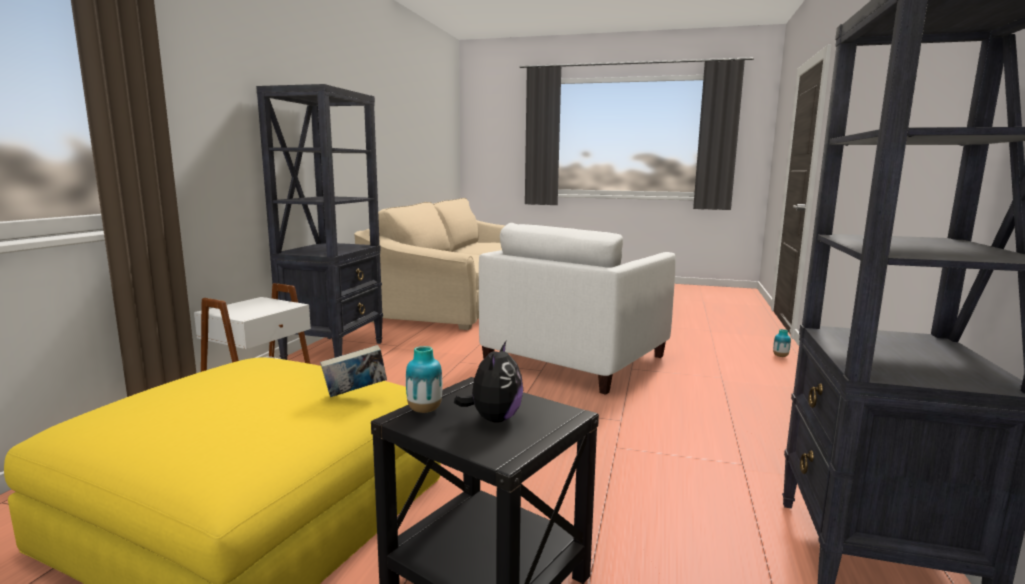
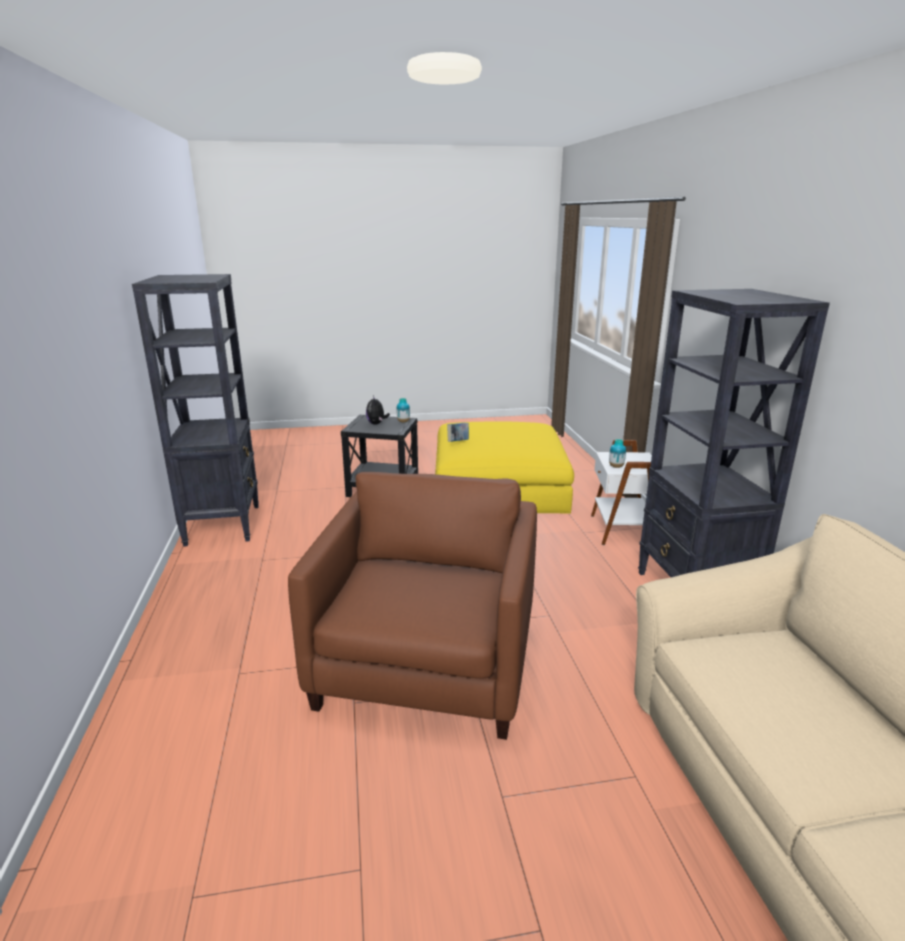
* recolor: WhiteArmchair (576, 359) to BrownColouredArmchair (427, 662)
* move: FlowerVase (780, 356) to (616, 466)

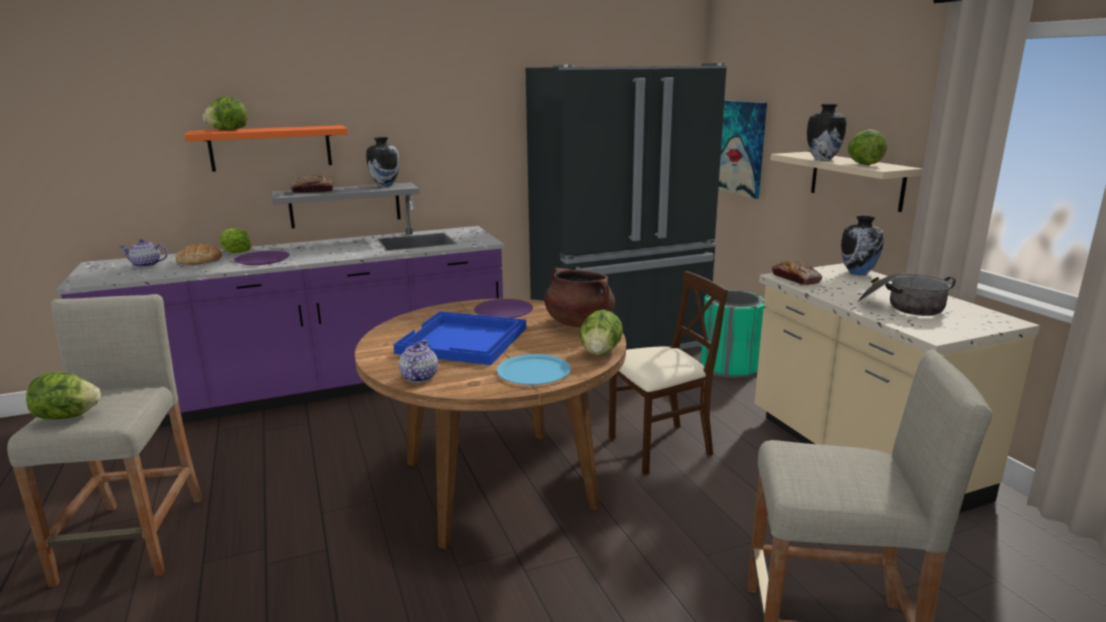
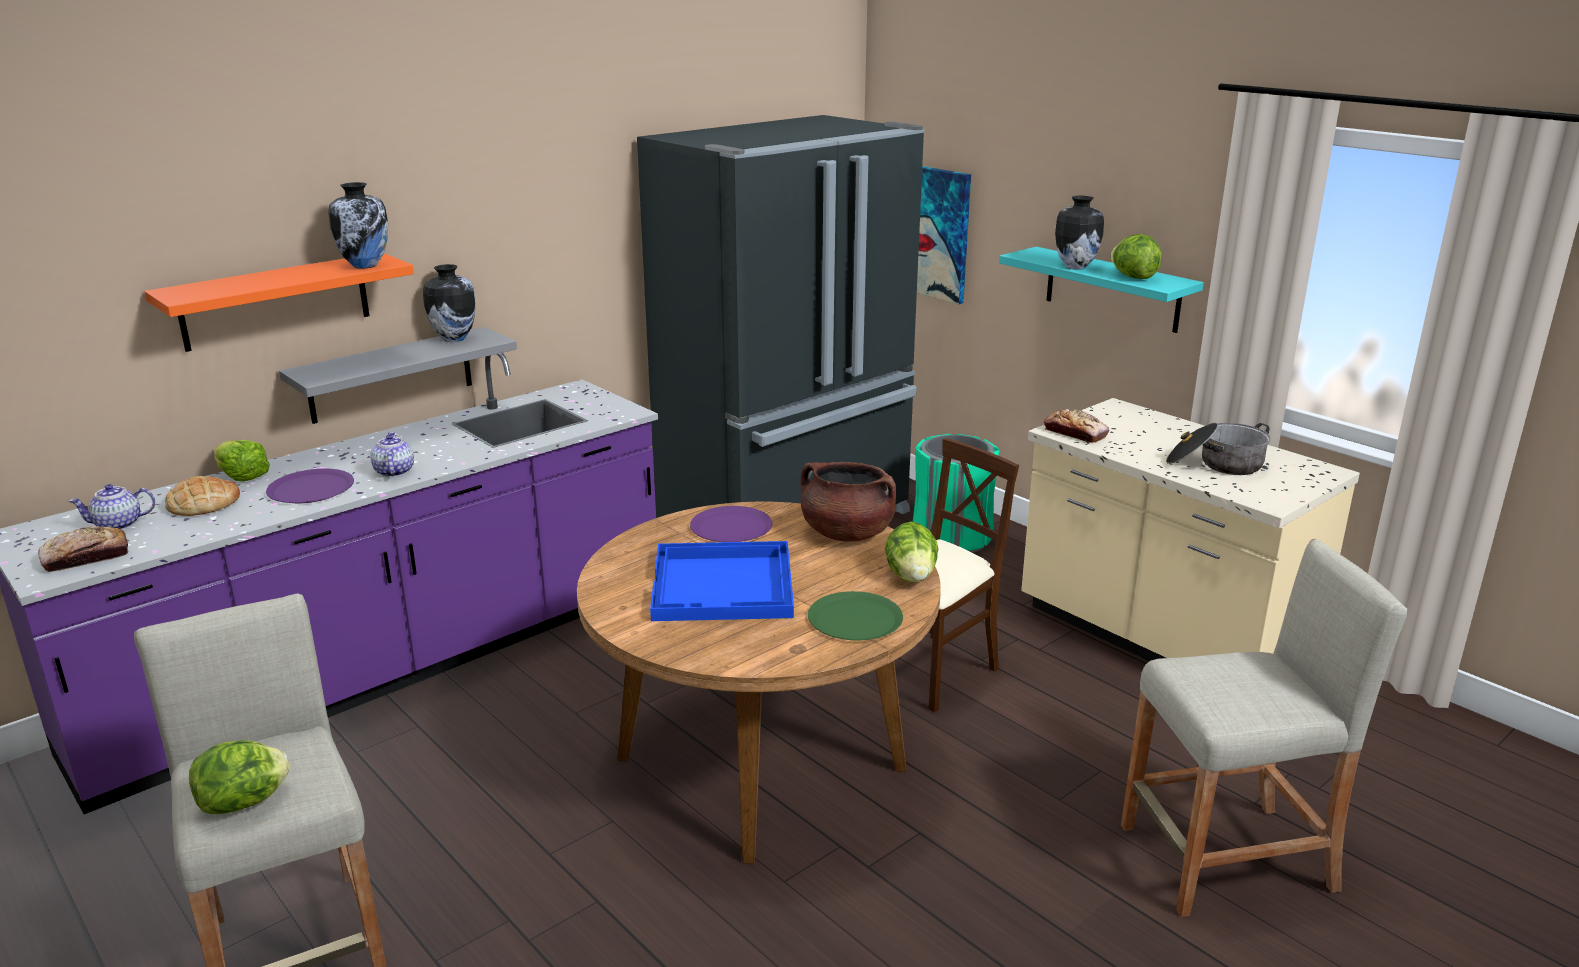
* delete: LettuceHead (228, 130)
* move: BakeryBread (313, 191) to (86, 557)
* move: PotForTea (418, 377) to (393, 472)
* recolor: BluishPlate (533, 371) to GreenColouredPlate (854, 618)
* recolor: BeigeWallShelf (856, 180) to TurquoiseWallShelf (1112, 289)
* move: FlowerVase (858, 273) to (366, 265)

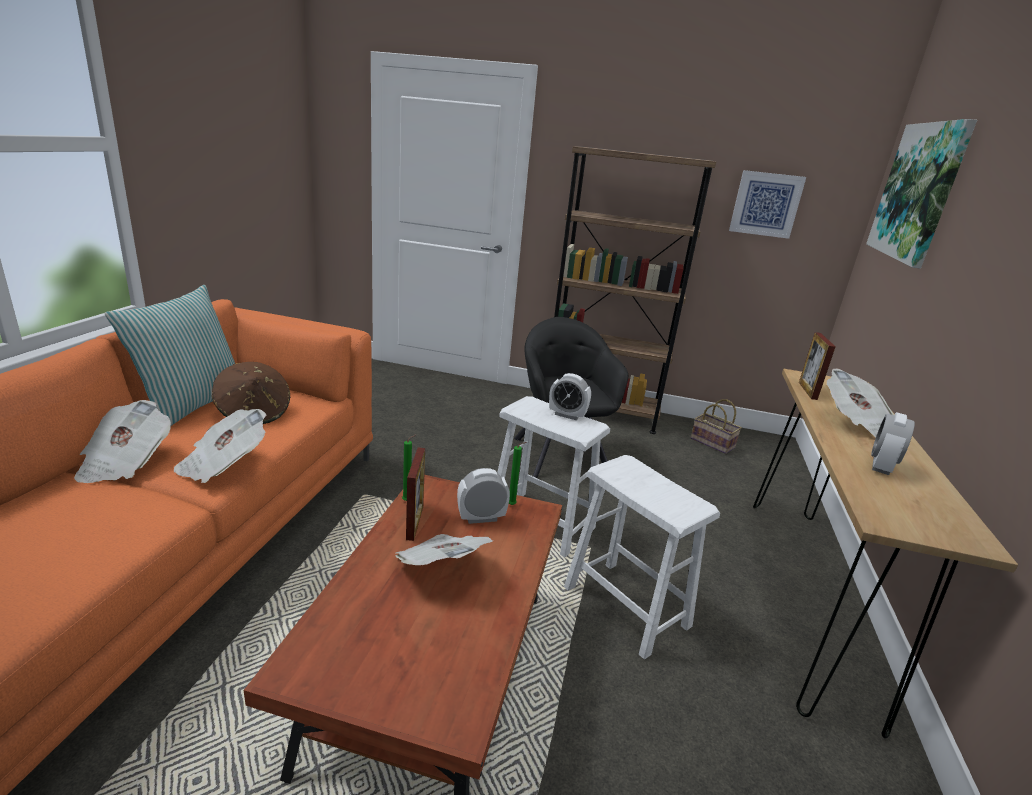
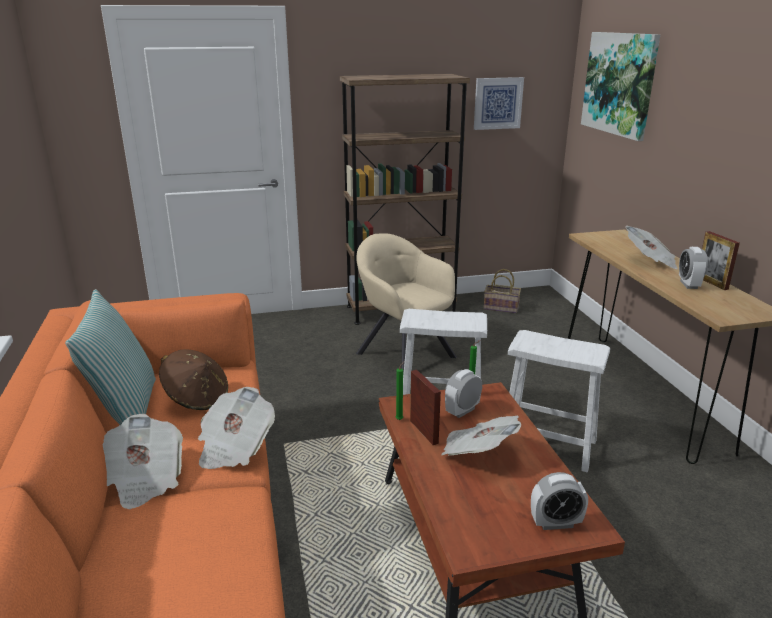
* recolor: BlackColouredArmchair (559, 453) to BeigeArmchair (403, 353)
* move: BedsideClock (567, 415) to (555, 523)
* move: StandingFrame (807, 391) to (711, 283)

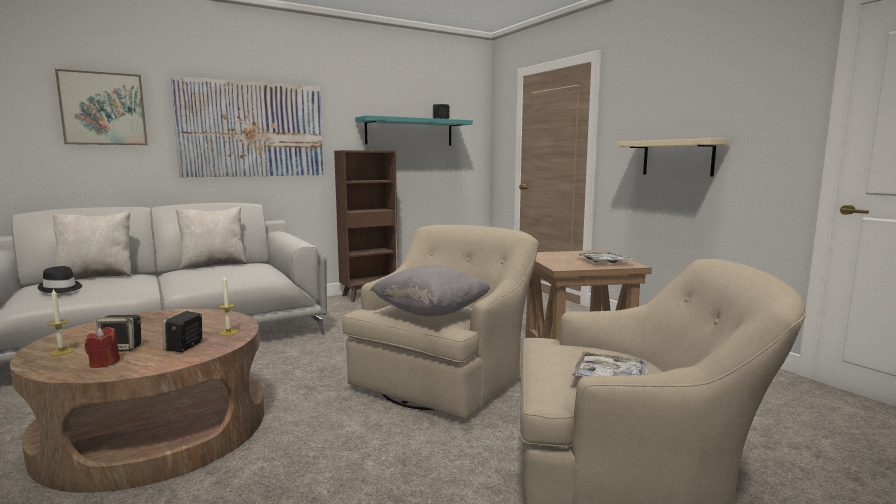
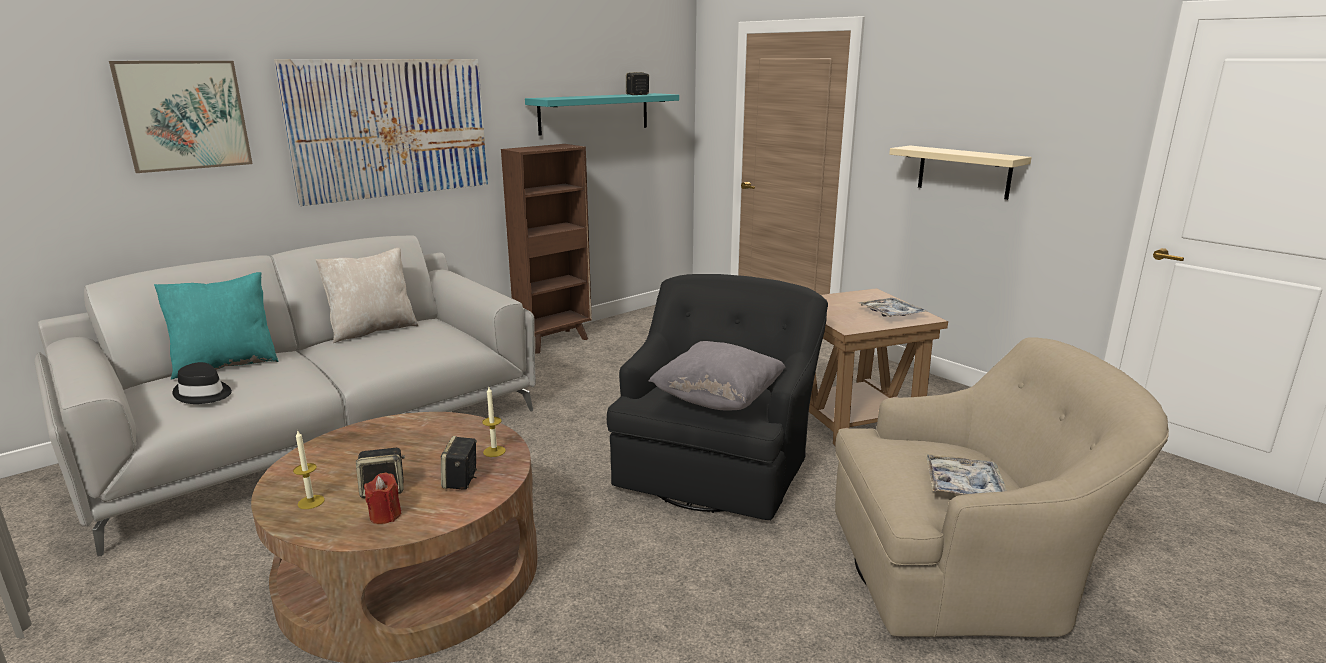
* recolor: BeigePillow (96, 276) to TurquoisePillow (226, 365)
* recolor: BeigeArmchair (445, 378) to BlackColouredArmchair (717, 464)

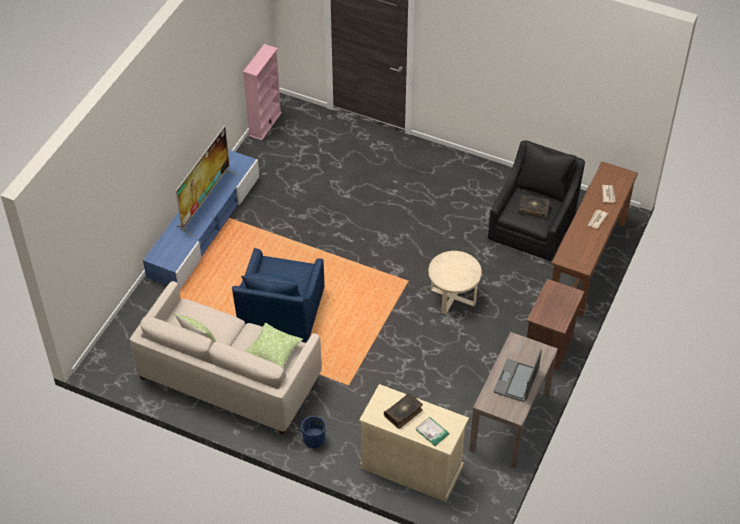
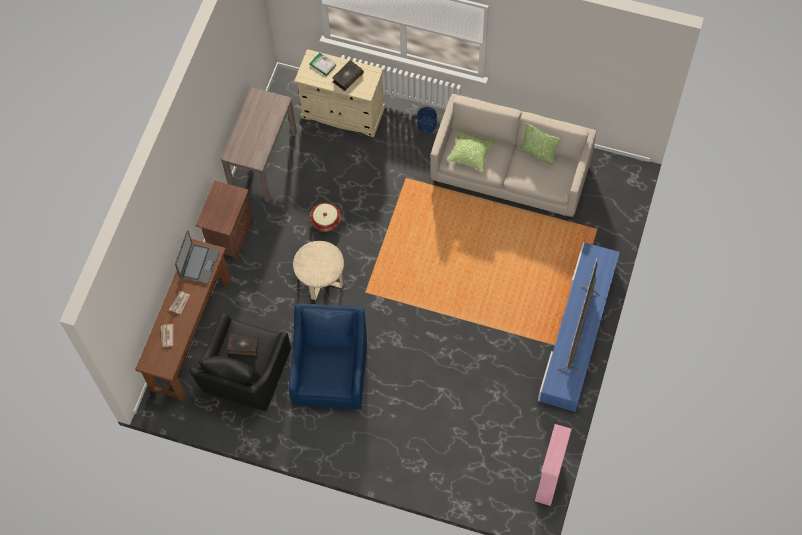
* move: BluishArmchair (280, 313) to (331, 371)
* move: PortableComputer (516, 381) to (199, 264)
* insert: StorageBasket (326, 221)

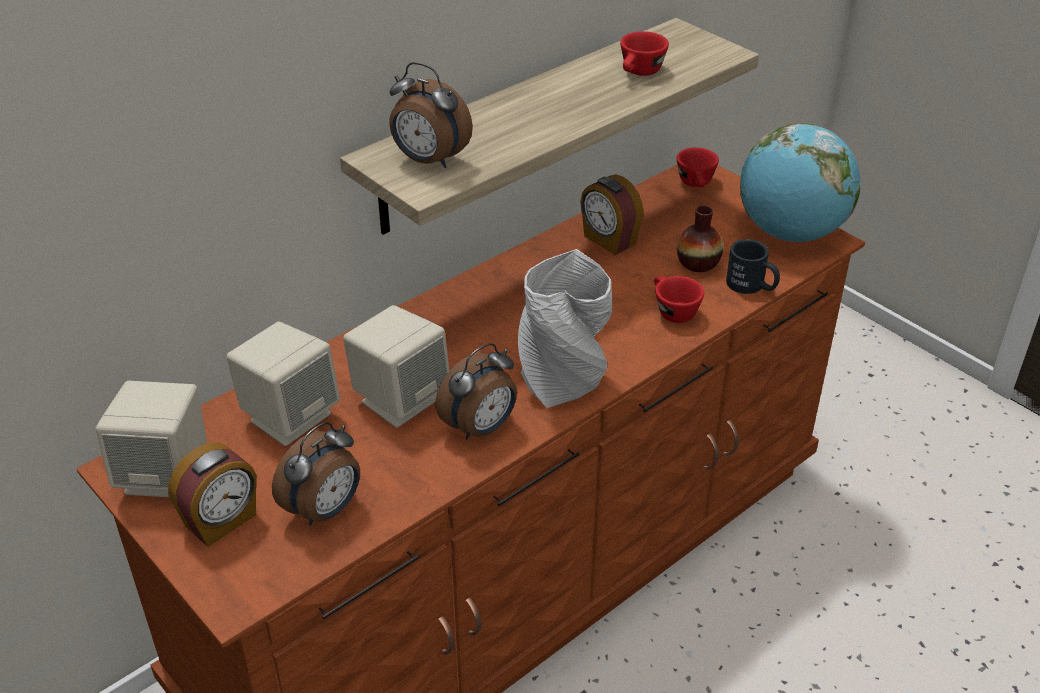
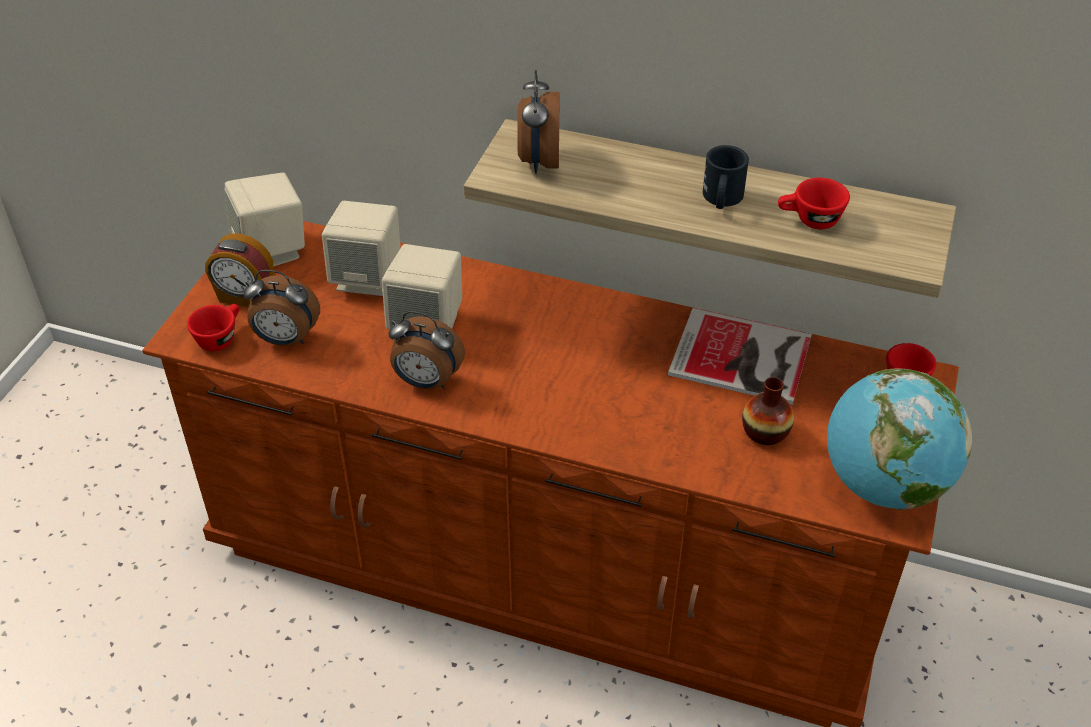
* delete: GreyishFlowerVase (564, 381)
* replace: BedsideClock (609, 240) to Book (743, 358)
* move: RedCup (672, 311) to (220, 337)
* move: BlackColouredTeaMug (752, 286) to (721, 199)

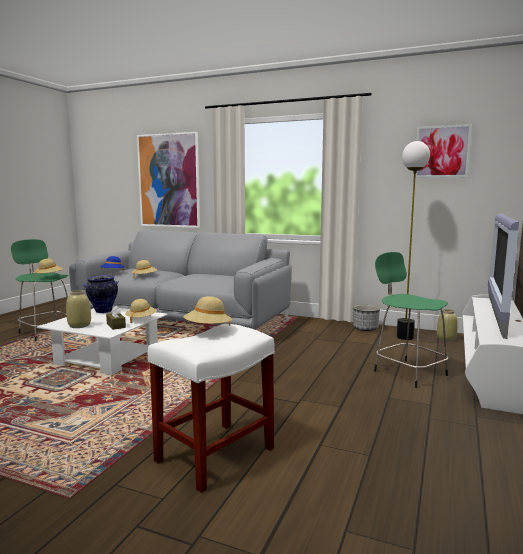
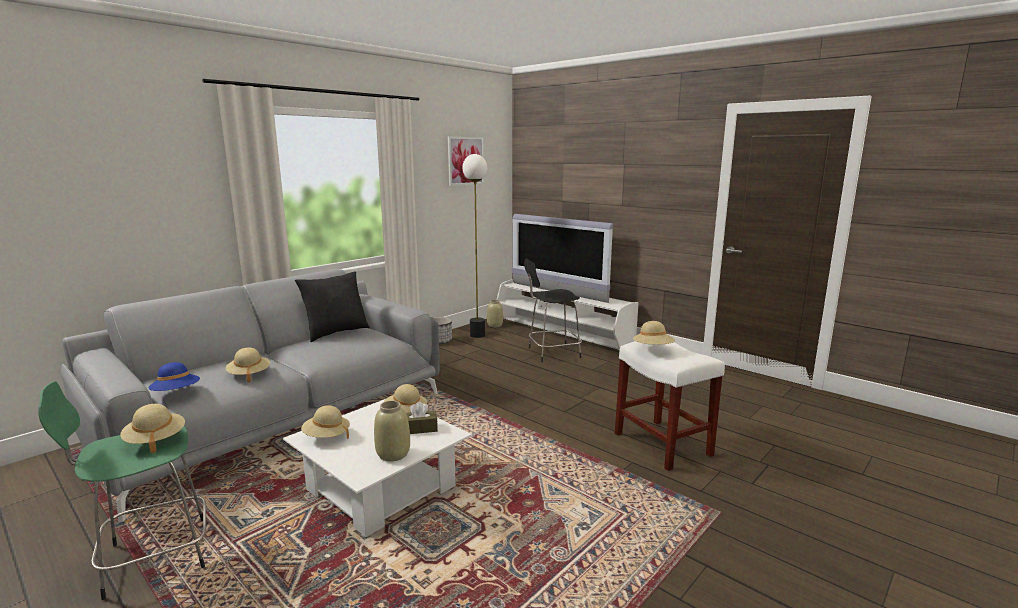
* replace: FlowerVase (103, 311) to BeigeHat (326, 436)
* delete: WallArt (169, 180)
* recolor: GreenColouredStool (408, 372) to BlackColouredStool (552, 353)
* insert: BlackColouredPillow (336, 333)

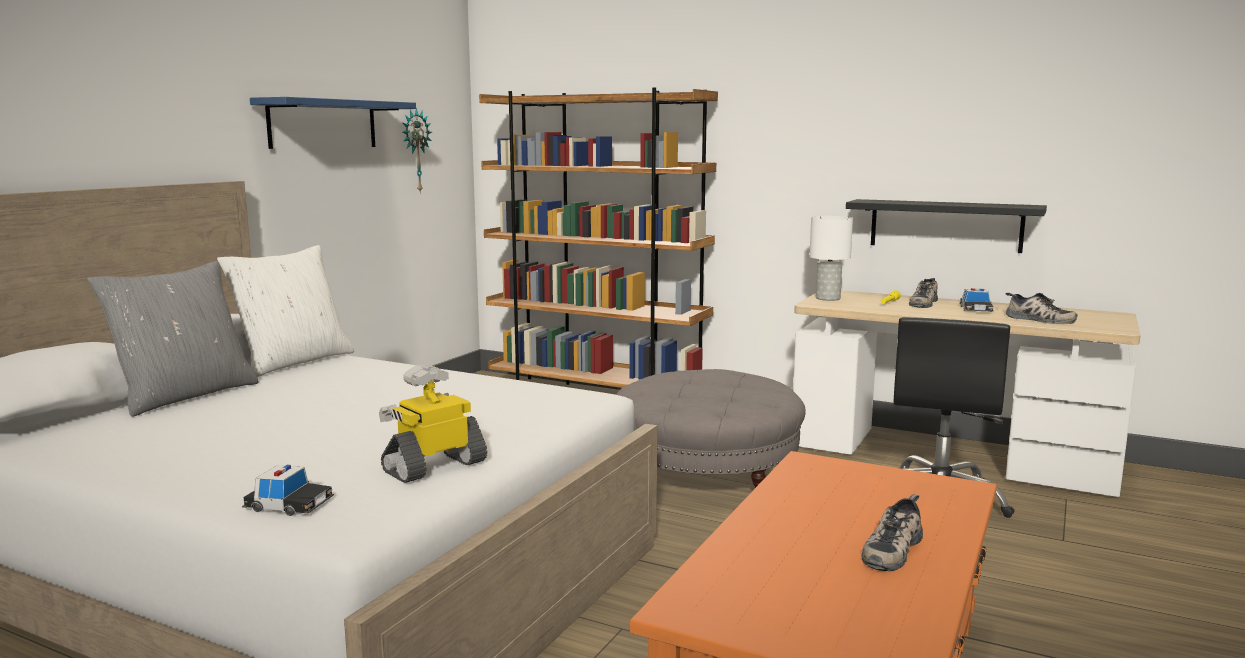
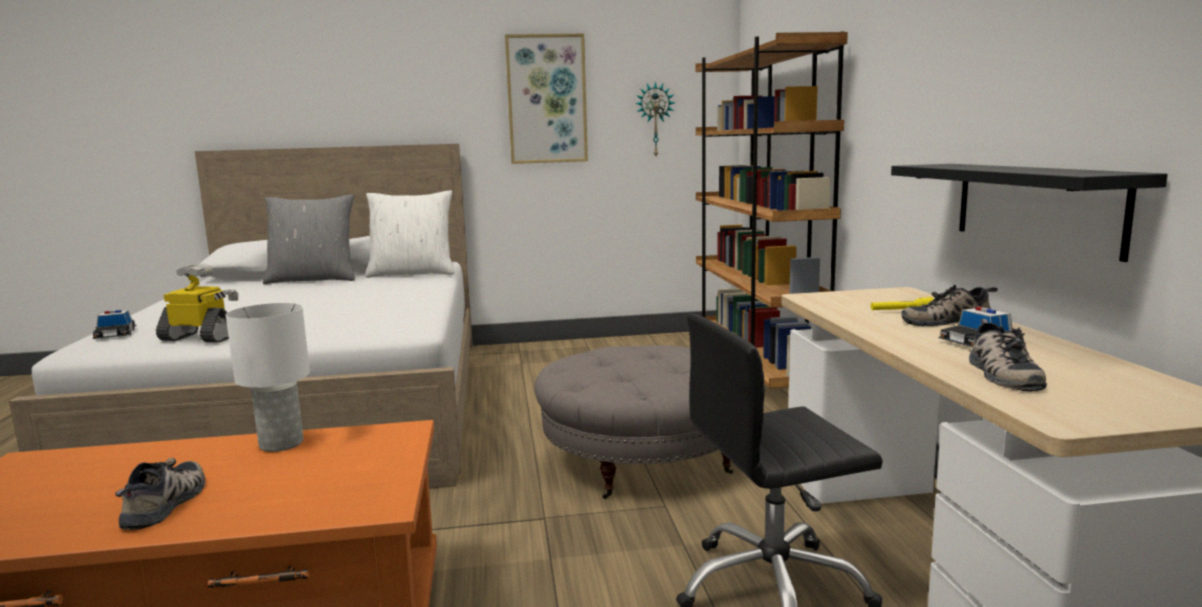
* replace: BluishWallShelf (323, 124) to WallArt (547, 99)
* move: WhiteLampForATable (828, 298) to (283, 443)
* rotate: ItemOfFootwear (891, 549) = (167, 503) 90 degrees clockwise

